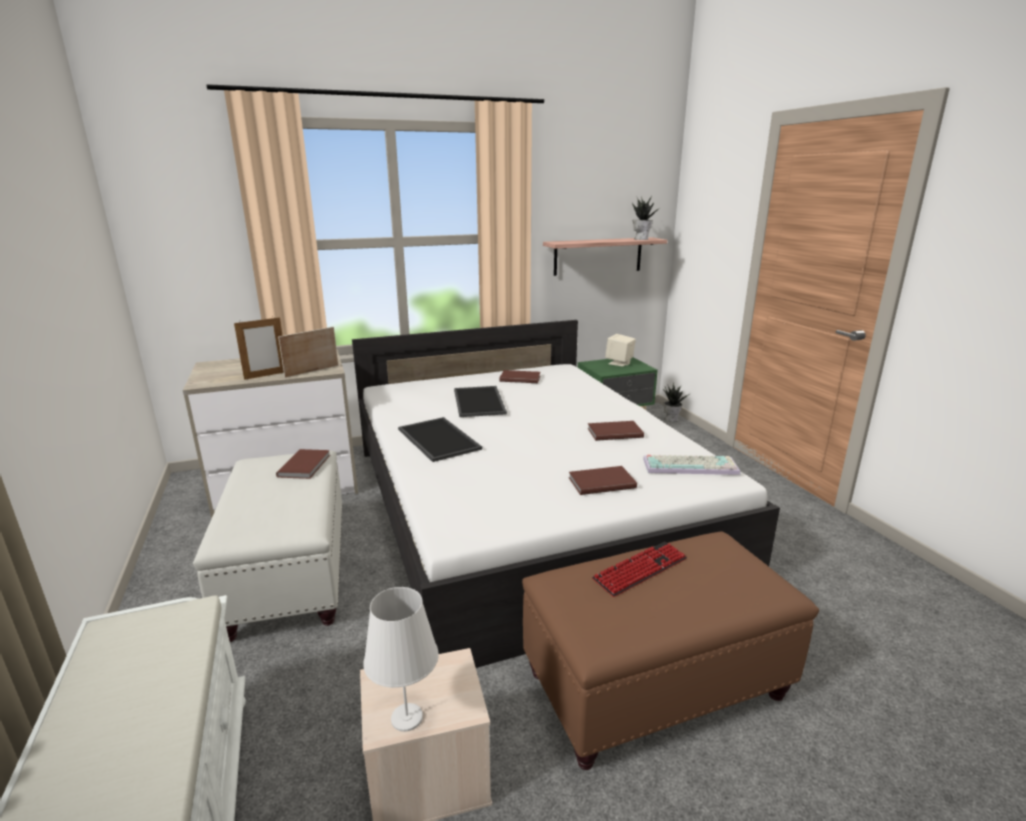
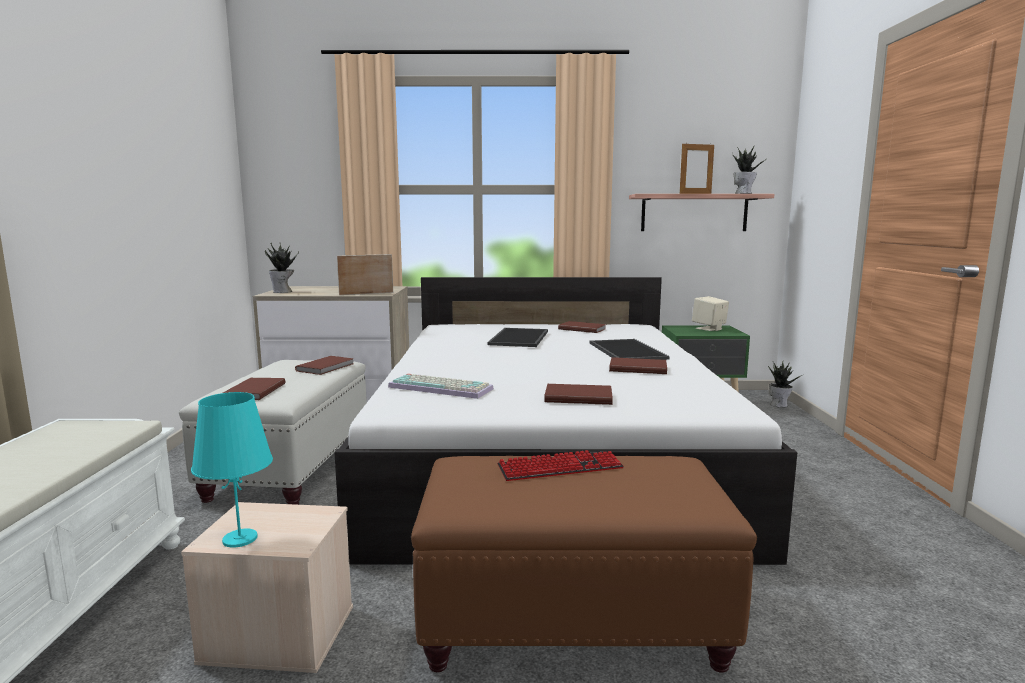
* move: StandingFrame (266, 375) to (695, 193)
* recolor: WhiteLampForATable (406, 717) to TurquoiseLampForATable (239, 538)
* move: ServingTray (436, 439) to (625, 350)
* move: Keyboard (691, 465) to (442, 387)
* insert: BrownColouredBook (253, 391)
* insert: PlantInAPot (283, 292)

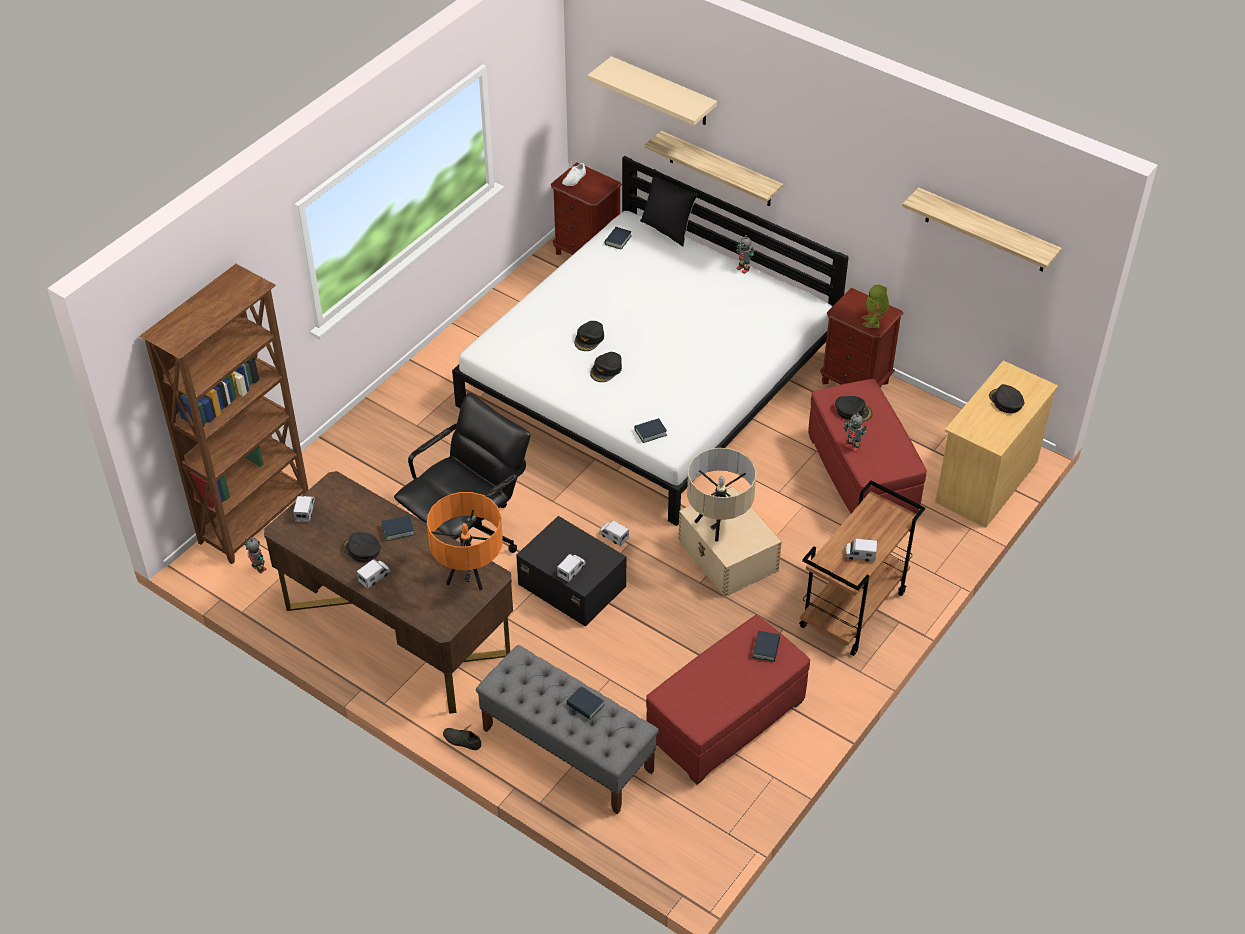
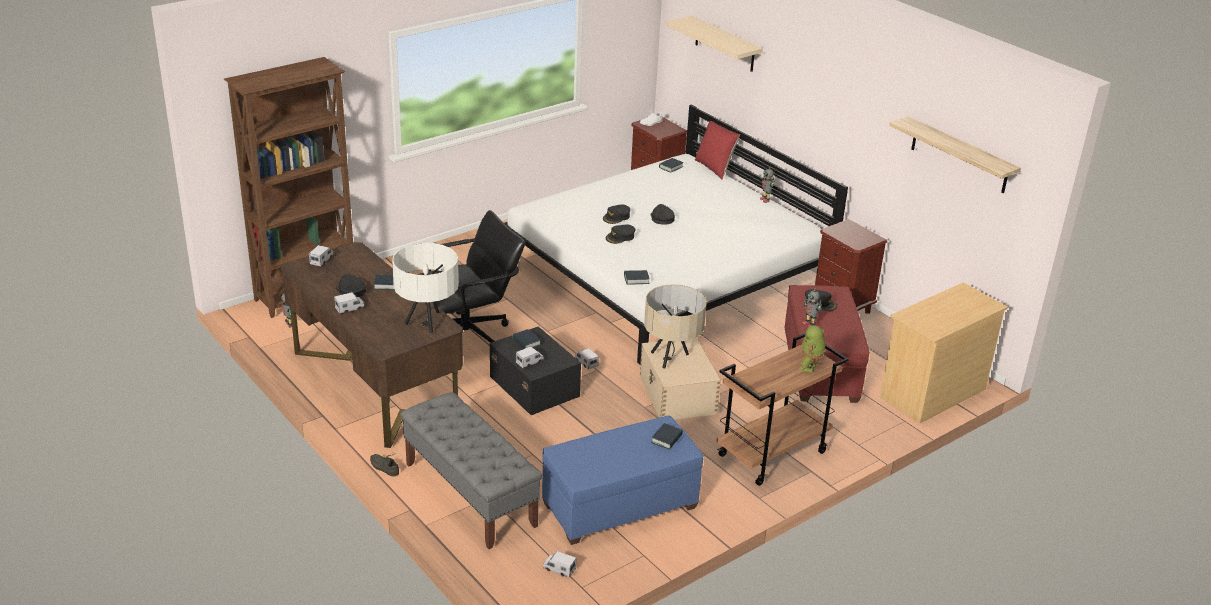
* recolor: OrangeLampForATable (469, 573) to WhiteLampForATable (427, 321)
* move: Book (585, 705) to (526, 342)
* recolor: BlackColouredPillow (668, 229) to RedPillow (715, 168)
* delete: WallShelf (720, 170)
* recolor: RedOttoman (725, 721) to BluishOttoman (619, 506)
* move: ModelTruck (860, 555) to (559, 569)
* move: RobotFigure (874, 321) to (809, 367)
* move: BlackColouredCap (1005, 401) to (662, 218)

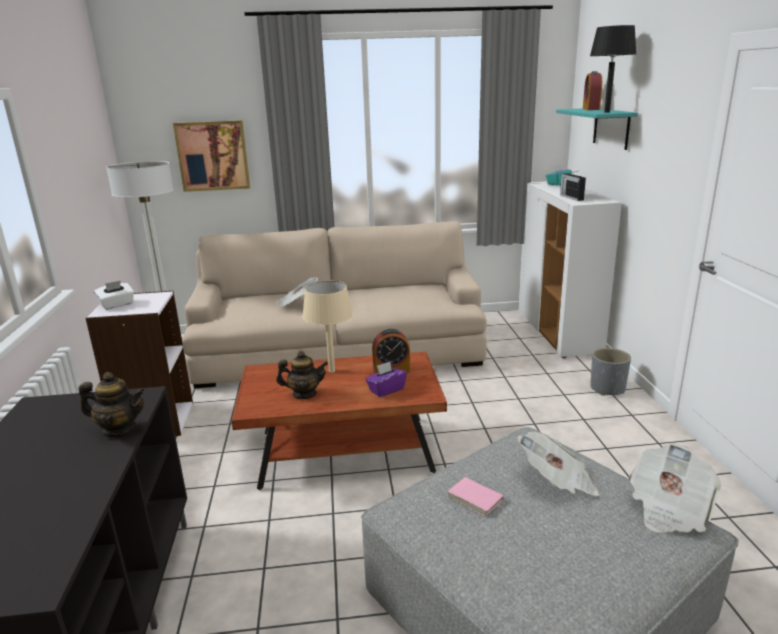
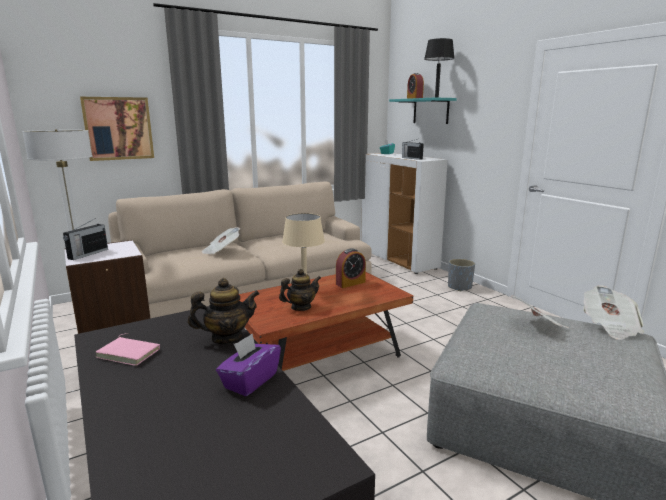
* replace: WhiteBoxOfTissues (117, 305) to RadioReceiver (87, 254)
* move: PurpleBoxOfTissues (386, 390) to (250, 381)
* move: PinkBook (476, 497) to (130, 353)

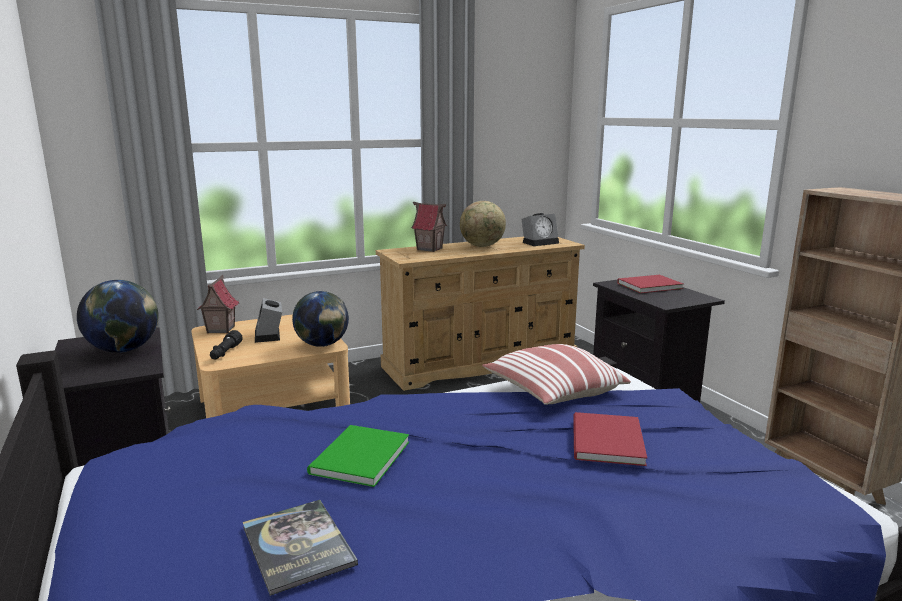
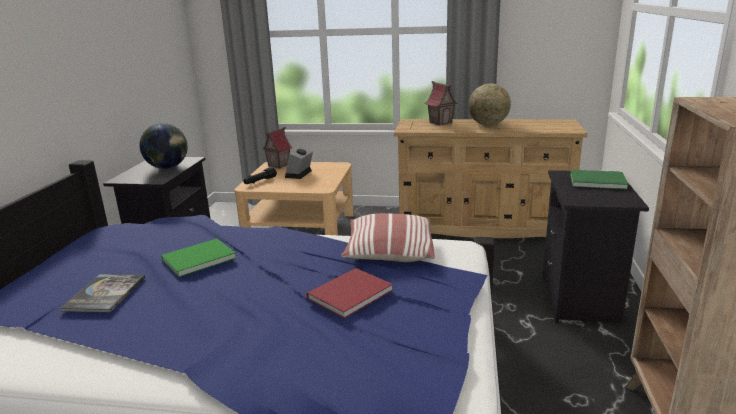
* delete: WorldGlobe (322, 345)
* delete: BedsideClock (540, 242)
* recolor: RedBook (647, 285) to GreenColouredBook (595, 181)

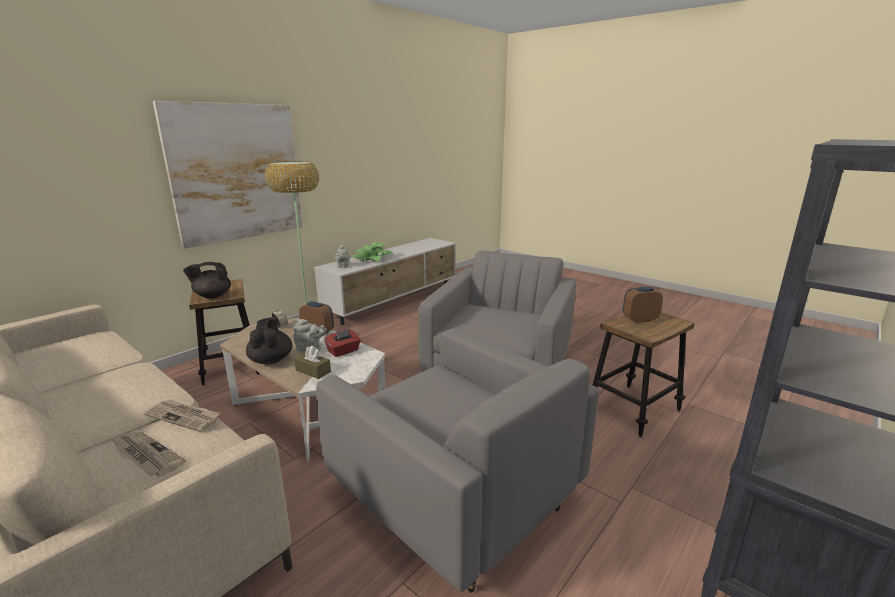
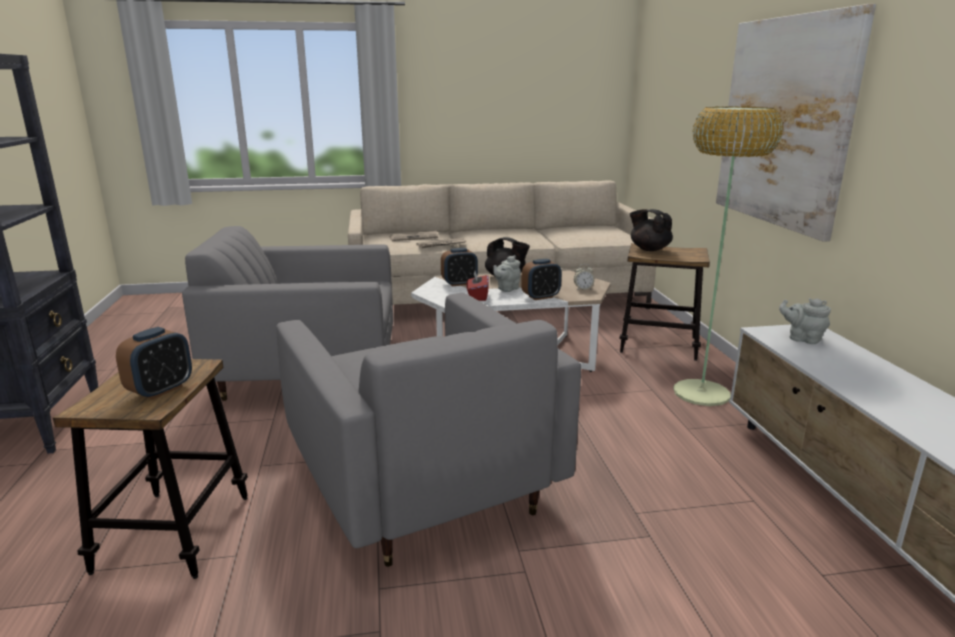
* rotate: BlackColouredPotForTea (212, 296) = (649, 249) 60 degrees counterclockwise
* replace: BrownColouredBoxOfTissues (313, 371) to BedsideClock (459, 283)
* delete: PlantInAPot (372, 259)

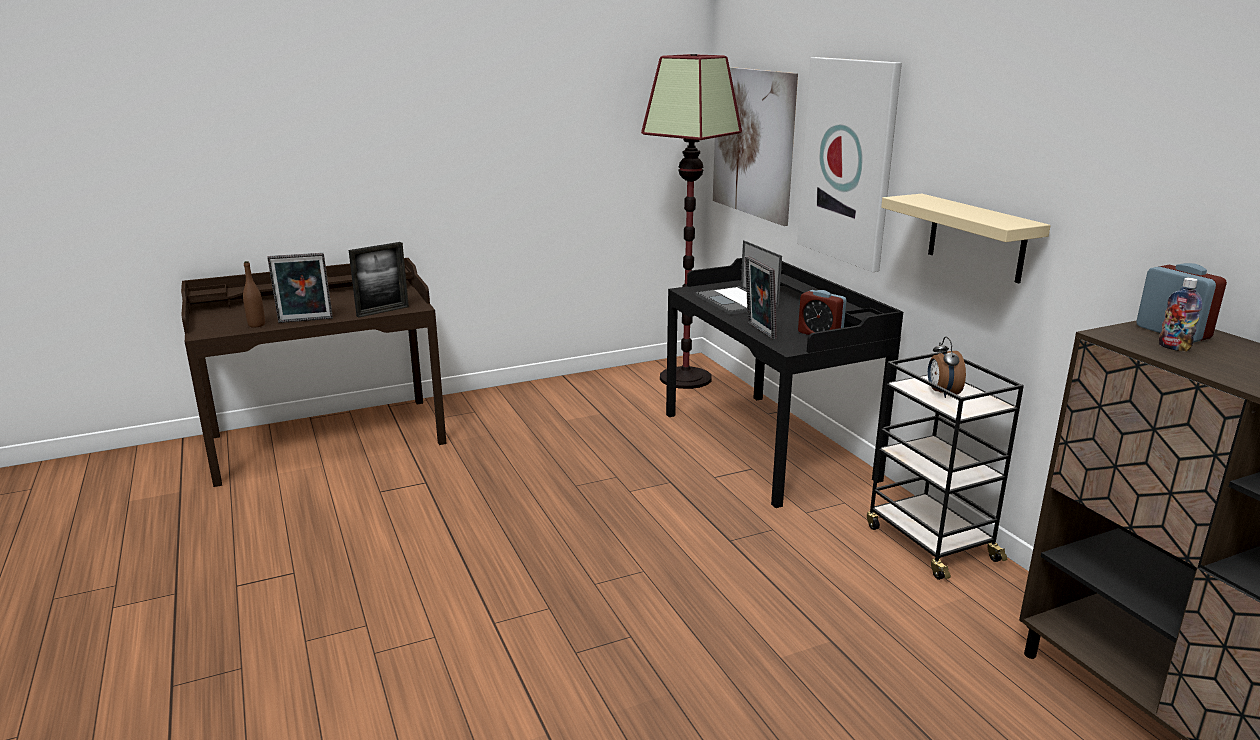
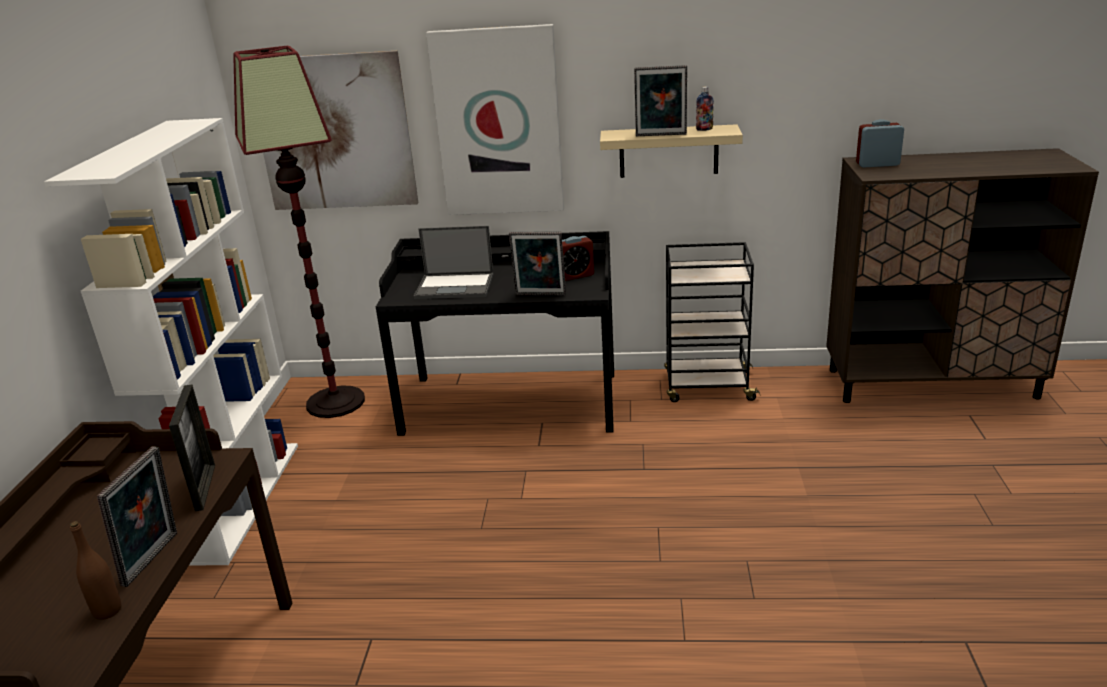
* delete: BedsideClock (942, 393)
* move: BeverageBottle (1174, 347) to (704, 129)
* insert: WhiteShelvingUnit (239, 499)
* insert: StandingFrame (661, 135)

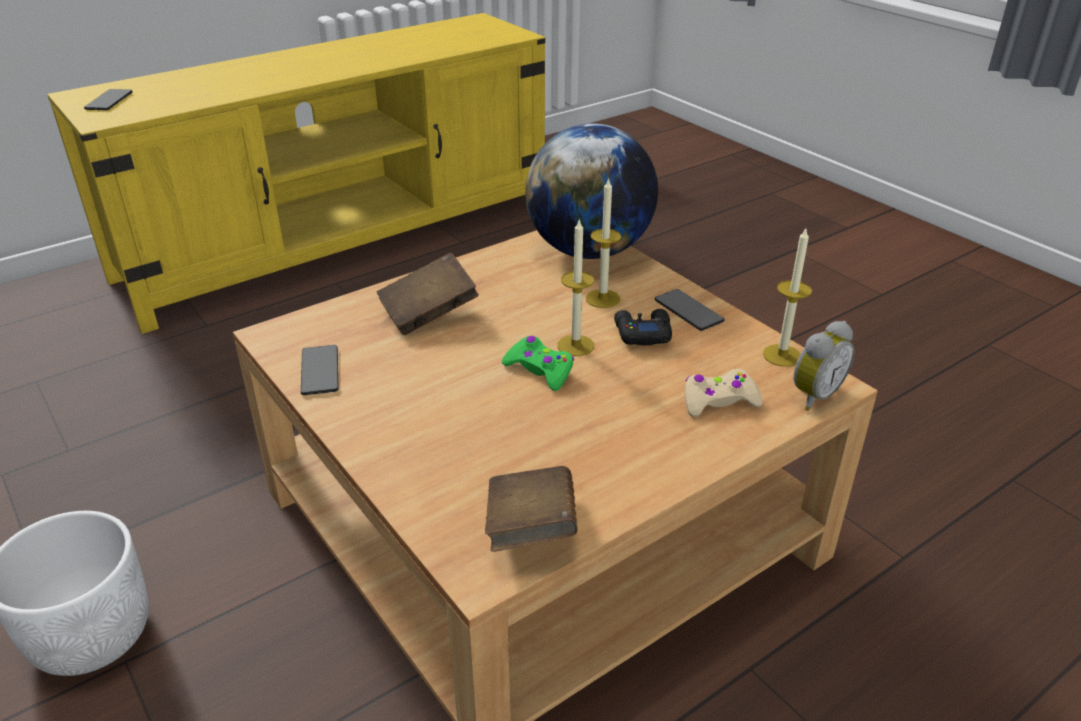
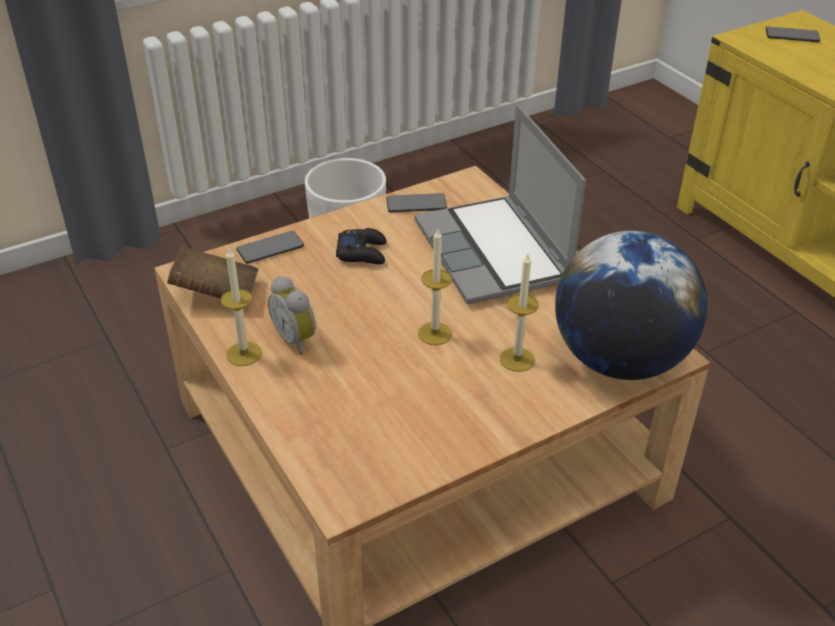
* replace: BrownColouredBook (428, 313) to PortableComputer (494, 253)
* delete: GreenColouredGamepad (540, 370)
* move: BlackColouredGamepad (642, 333) to (362, 252)
* move: Handset (688, 311) to (270, 248)
* delete: BeigeGamepad (718, 401)
* move: WaxLight (782, 355) to (244, 354)
* move: BedsideClock (813, 395) to (297, 339)

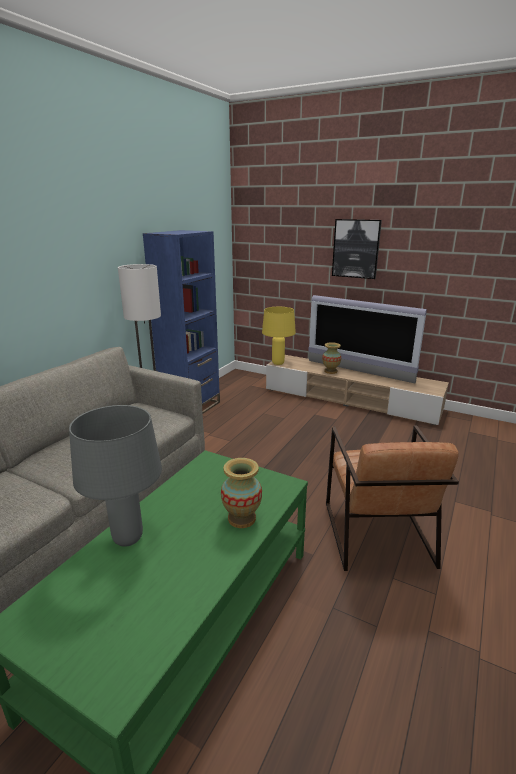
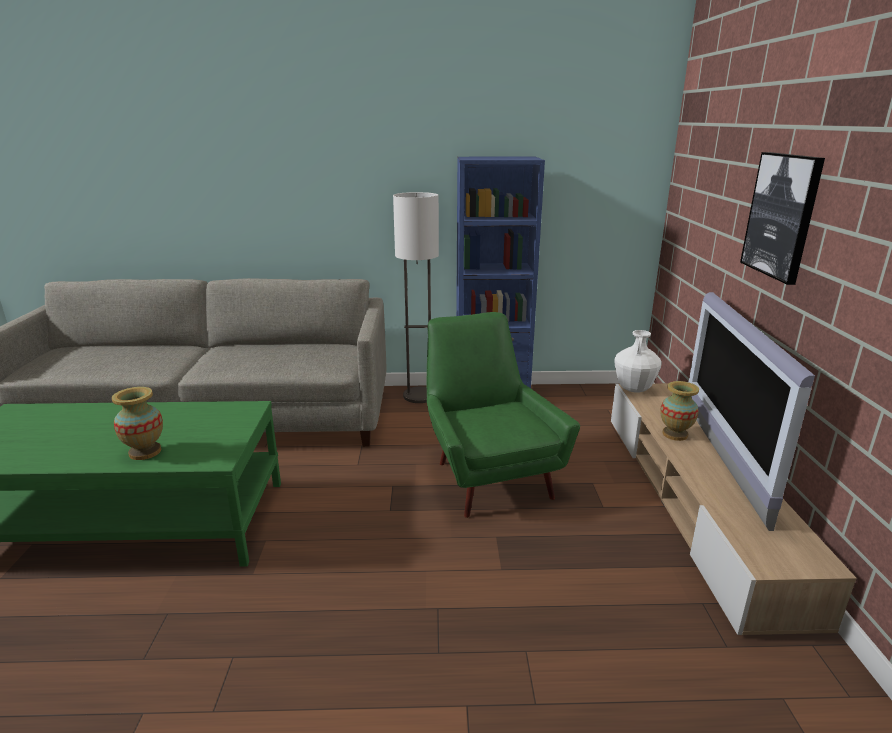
* delete: GreyishLampForATable (127, 538)
* replace: YellowishLampForATable (277, 363) to WhiteFlowerVase (634, 389)
* delete: BrownColouredArmchair (377, 533)
* insert: GreenColouredArmchair (487, 474)

